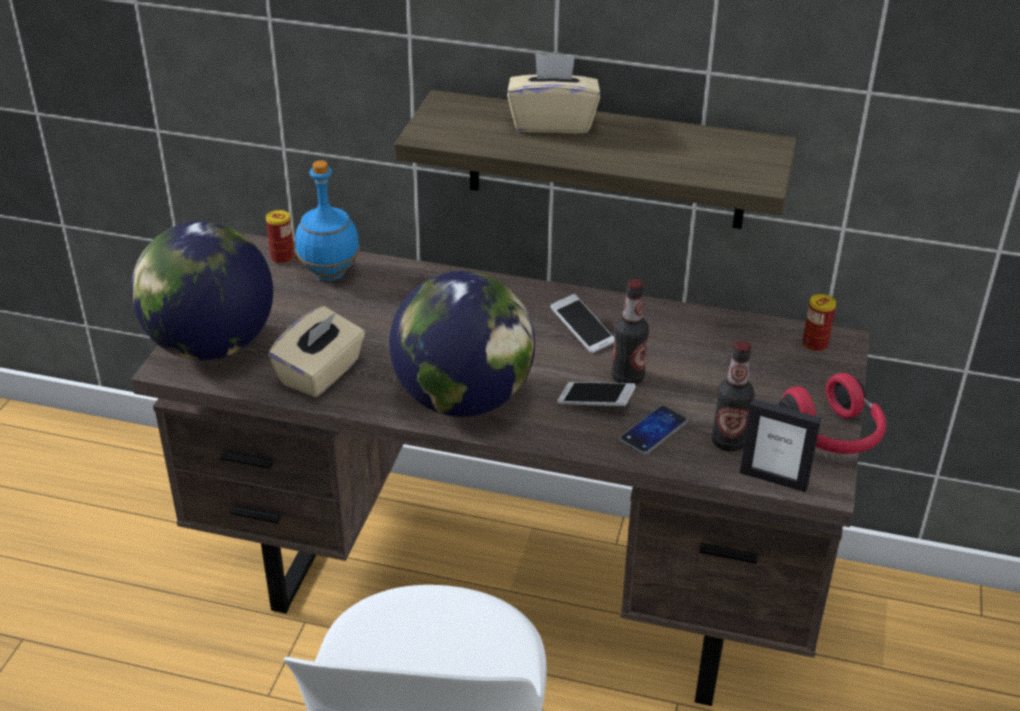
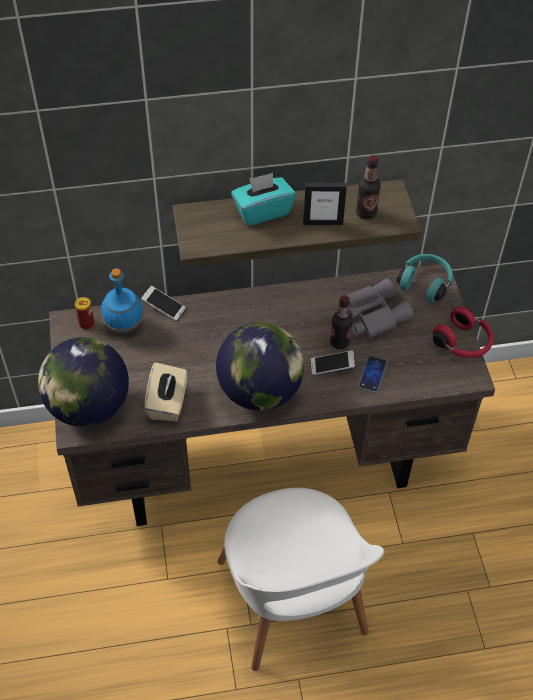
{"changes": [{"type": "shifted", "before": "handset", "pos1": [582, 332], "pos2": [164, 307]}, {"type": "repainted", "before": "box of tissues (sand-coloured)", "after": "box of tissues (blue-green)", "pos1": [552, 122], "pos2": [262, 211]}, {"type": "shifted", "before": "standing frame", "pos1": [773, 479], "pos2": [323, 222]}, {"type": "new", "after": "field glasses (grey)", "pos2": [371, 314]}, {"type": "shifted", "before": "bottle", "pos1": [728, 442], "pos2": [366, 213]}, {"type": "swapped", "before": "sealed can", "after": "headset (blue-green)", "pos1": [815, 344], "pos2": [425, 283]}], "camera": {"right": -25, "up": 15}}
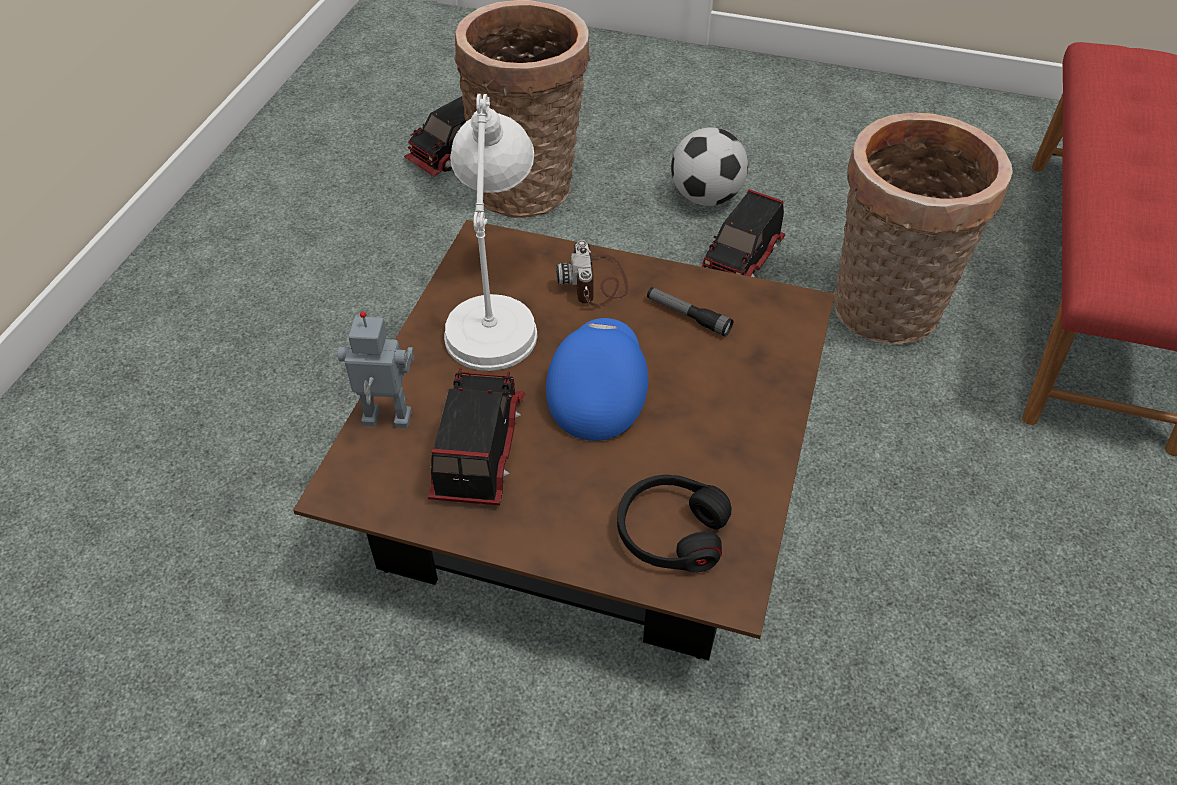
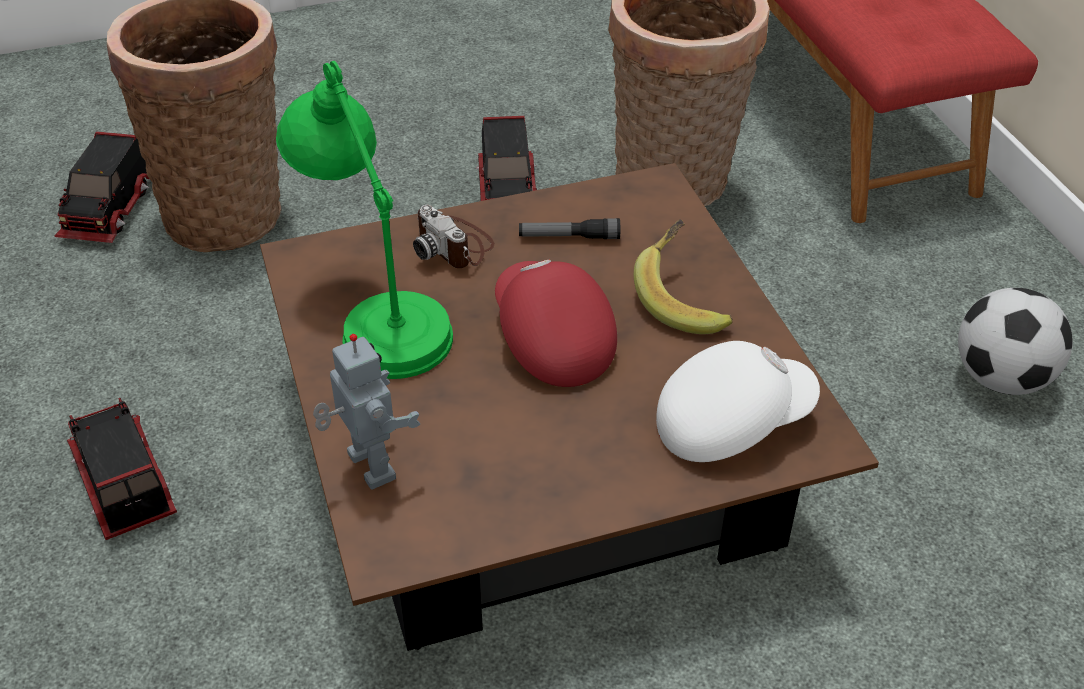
{"changes": [{"type": "shifted", "before": "toy truck", "pos1": [476, 449], "pos2": [121, 482]}, {"type": "repainted", "before": "lamp for a table (whitish)", "after": "lamp for a table (green)", "pos1": [495, 306], "pos2": [374, 310]}, {"type": "rotated", "before": "toy robot", "pos1": [386, 421], "pos2": [368, 468], "turn": 90}, {"type": "repainted", "before": "peaked cap (blue)", "after": "peaked cap (red-coloured)", "pos1": [596, 392], "pos2": [550, 340]}, {"type": "new", "after": "banana fruit", "pos2": [685, 299]}, {"type": "swapped", "before": "headset (black-coloured)", "after": "peaked cap (whitish)", "pos1": [671, 532], "pos2": [730, 422]}, {"type": "shifted", "before": "ball for football", "pos1": [706, 197], "pos2": [1001, 378]}], "camera": {"right": -35, "up": -5}}
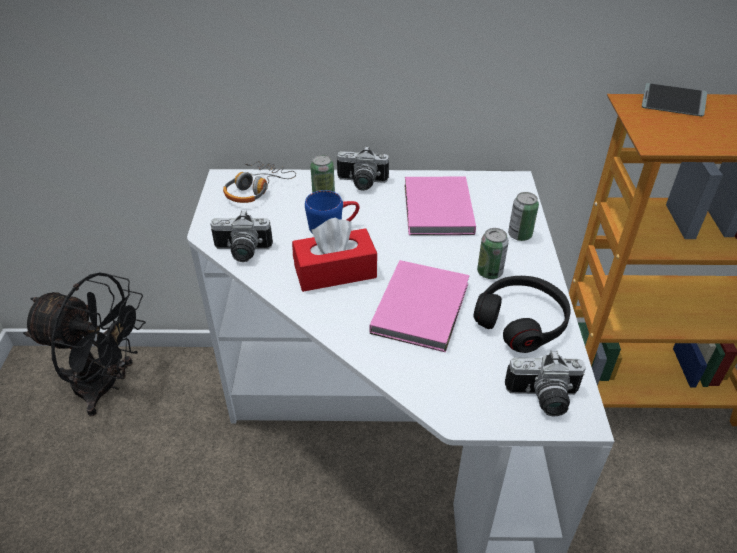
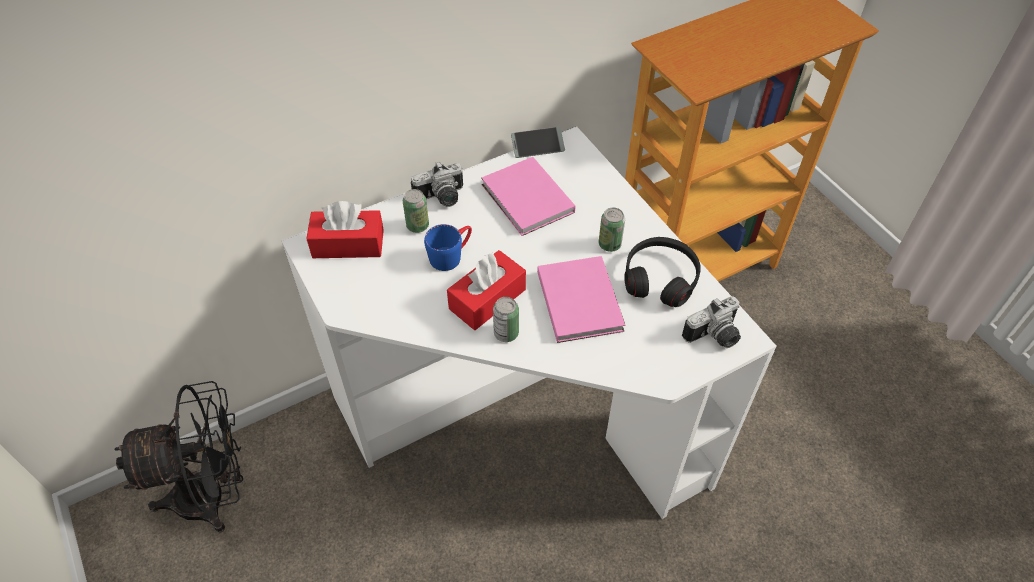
{"changes": [{"type": "swapped", "before": "headset", "after": "box of tissues (red-coloured)", "pos1": [256, 189], "pos2": [348, 244]}, {"type": "shifted", "before": "sealed can", "pos1": [519, 235], "pos2": [506, 333]}, {"type": "shifted", "before": "handset", "pos1": [672, 106], "pos2": [537, 146]}, {"type": "gone", "before": "photo camera", "pos1": [242, 252]}], "camera": {"right": -30, "up": 10}}
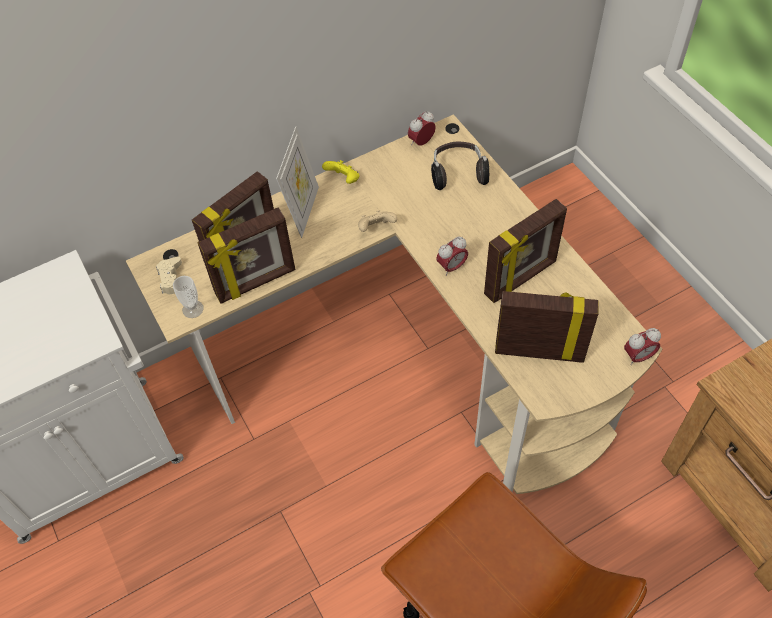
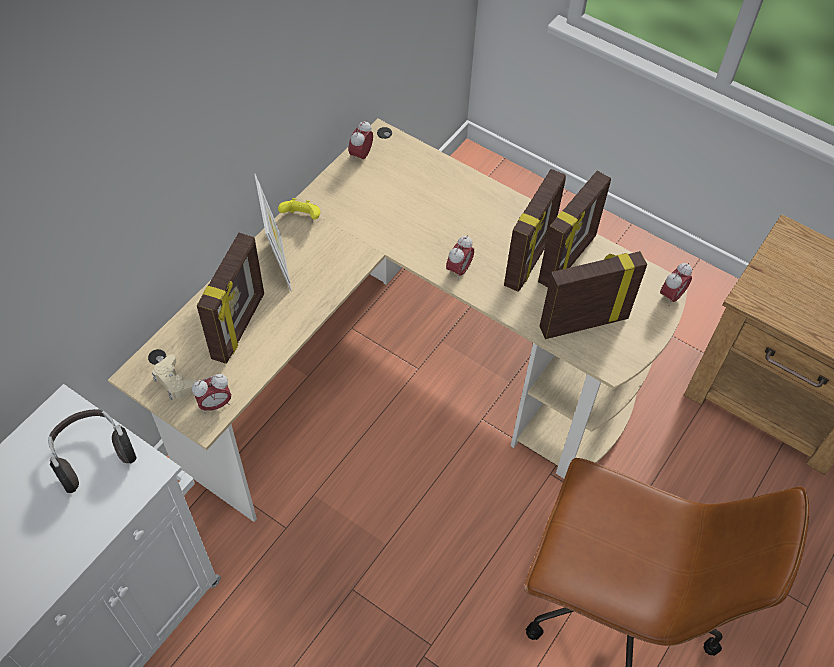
{"changes": [{"type": "shifted", "before": "headset", "pos1": [458, 173], "pos2": [92, 454]}, {"type": "swapped", "before": "small cup", "after": "bedside clock", "pos1": [193, 309], "pos2": [215, 404]}, {"type": "shifted", "before": "standing frame", "pos1": [256, 283], "pos2": [568, 260]}, {"type": "gone", "before": "joypad (sand-coloured)", "pos1": [376, 228]}], "camera": {"right": -30, "up": 0}}
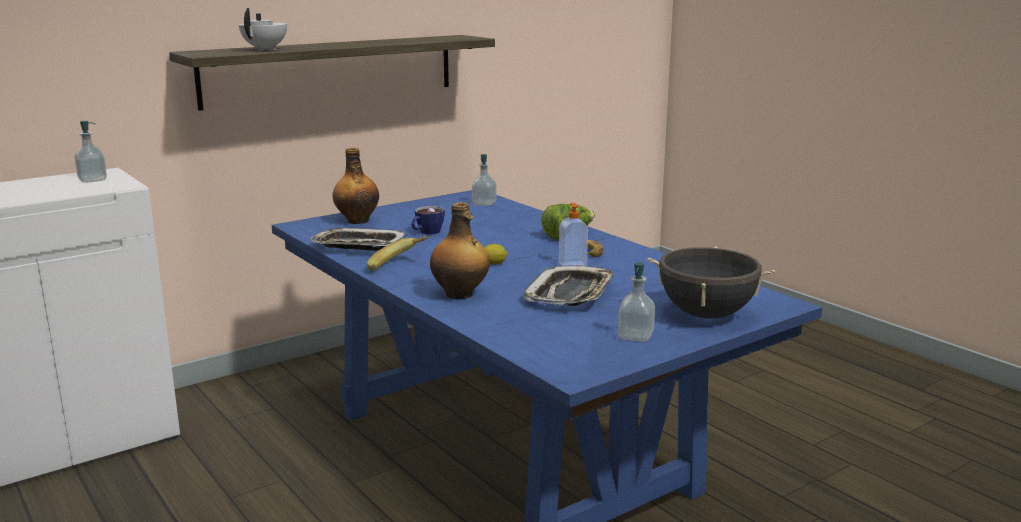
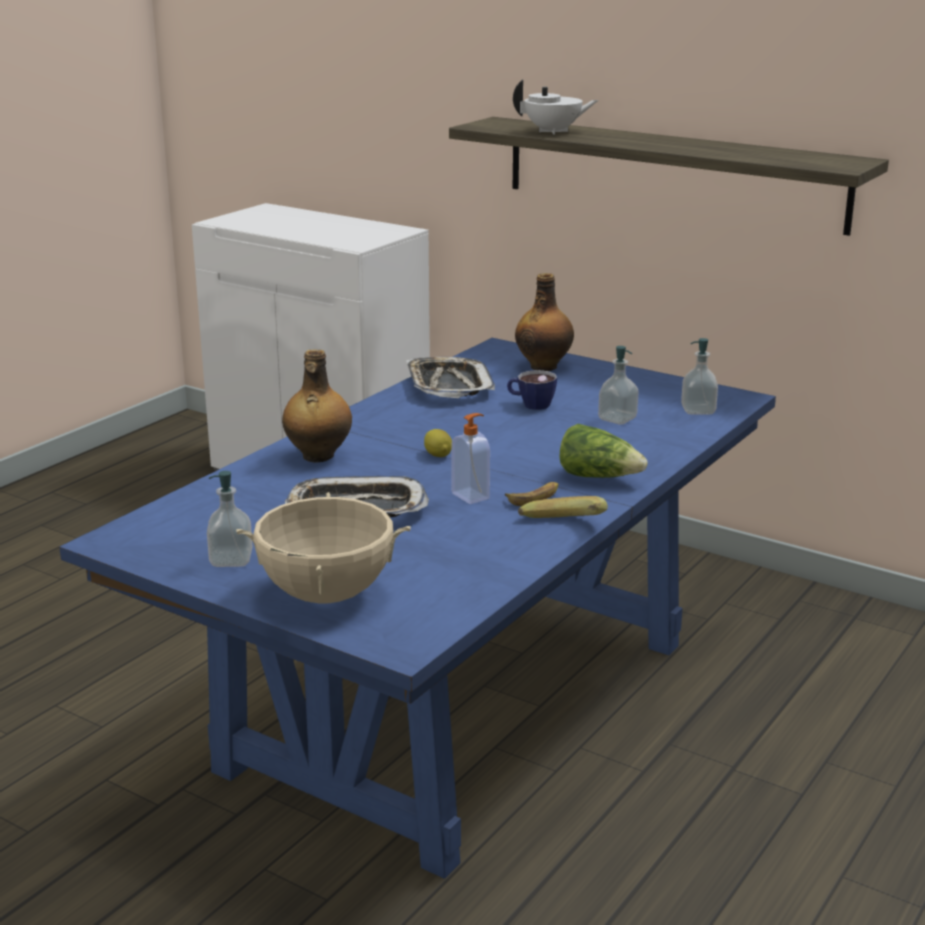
{"changes": [{"type": "repainted", "before": "cooking pot (black-coloured)", "after": "cooking pot (sand-coloured)", "pos1": [706, 315], "pos2": [326, 595]}, {"type": "shifted", "before": "banana fruit", "pos1": [399, 267], "pos2": [564, 529]}, {"type": "shifted", "before": "soap bottle", "pos1": [92, 180], "pos2": [617, 419]}], "camera": {"right": 70, "up": 5}}
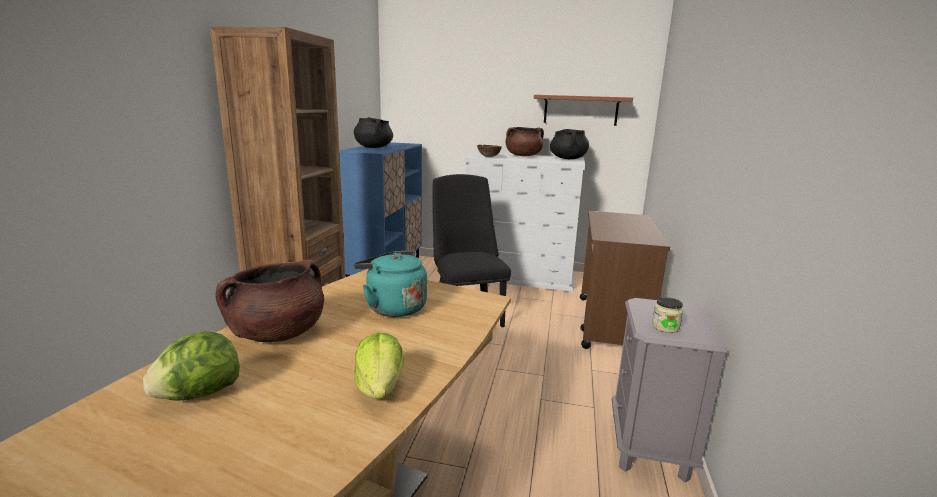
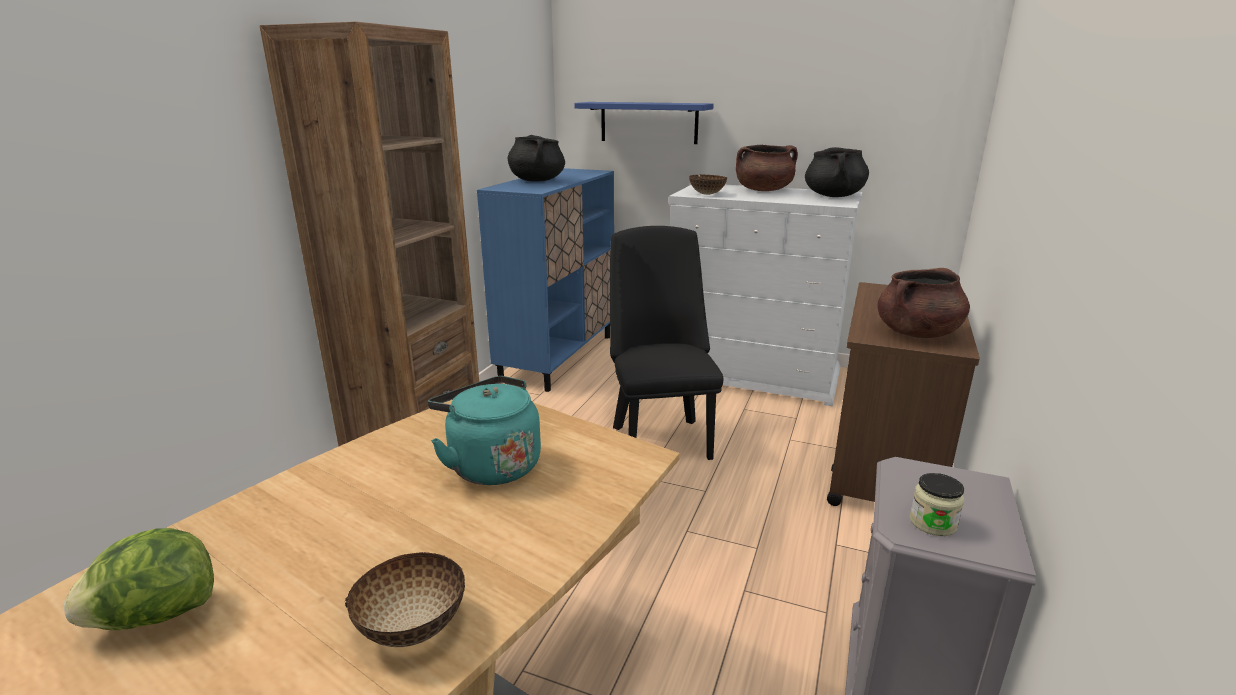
{"changes": [{"type": "swapped", "before": "lettuce", "after": "deep dish", "pos1": [380, 387], "pos2": [414, 627]}, {"type": "new", "after": "bracket shelf (blue)", "pos2": [648, 122]}, {"type": "shifted", "before": "cooking pot (brownish)", "pos1": [277, 334], "pos2": [917, 333]}, {"type": "gone", "before": "bracket shelf (brownish)", "pos1": [580, 110]}], "camera": {"right": 10, "up": 5}}
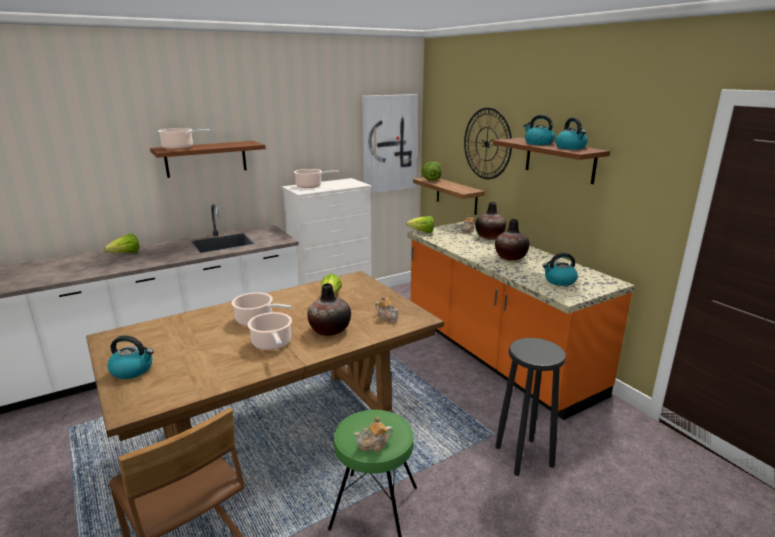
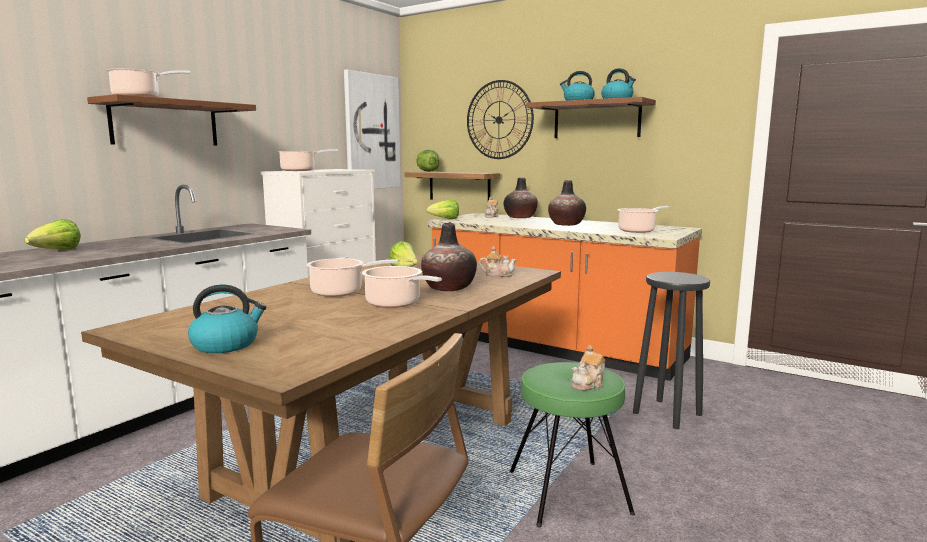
{"changes": [{"type": "swapped", "before": "tea kettle", "after": "cooking pot", "pos1": [559, 281], "pos2": [638, 230]}], "camera": {"right": -25, "up": -10}}
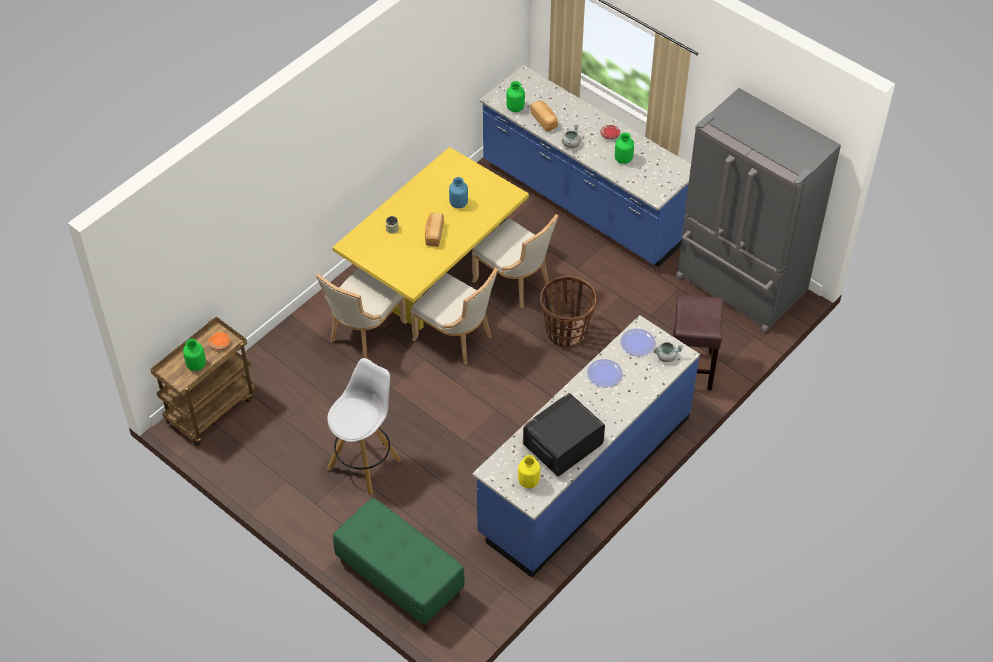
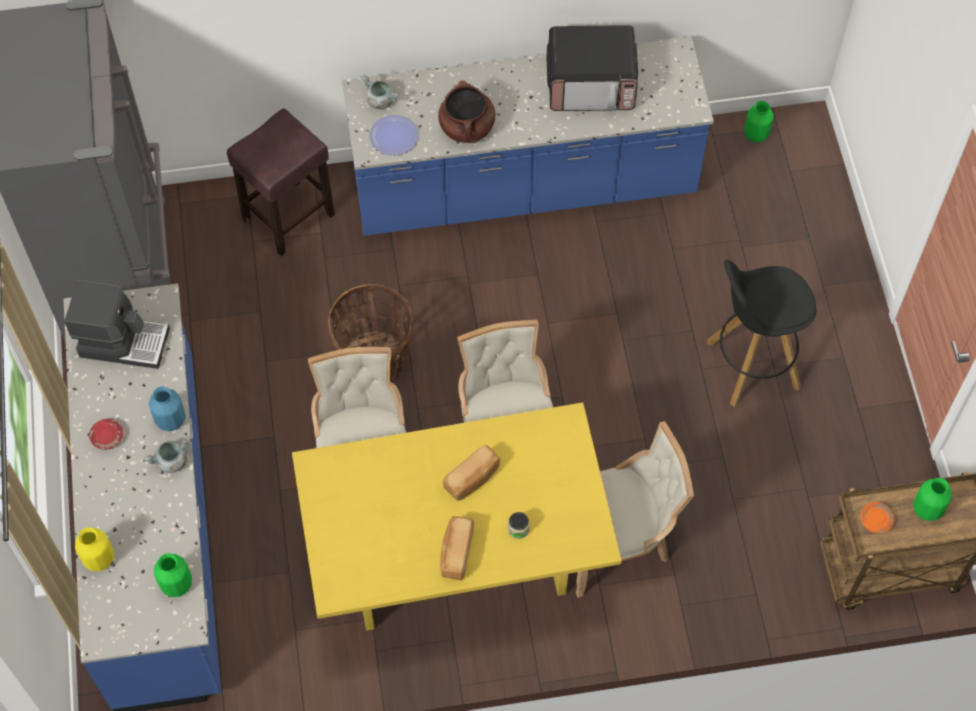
{"changes": [{"type": "new", "after": "coffee maker", "pos2": [124, 341]}, {"type": "shifted", "before": "vase (yellow-coloured)", "pos1": [528, 481], "pos2": [98, 559]}, {"type": "shifted", "before": "vase (blue)", "pos1": [459, 203], "pos2": [170, 420]}, {"type": "swapped", "before": "plate", "after": "cooking pot (brownish)", "pos1": [604, 374], "pos2": [467, 127]}, {"type": "shifted", "before": "bakery bread", "pos1": [544, 121], "pos2": [455, 552]}, {"type": "repainted", "before": "stool seat (whitish)", "after": "stool seat (black-coloured)", "pos1": [365, 463], "pos2": [750, 365]}, {"type": "shifted", "before": "vase (green)", "pos1": [623, 159], "pos2": [756, 134]}, {"type": "gone", "before": "bench (green)", "pos1": [399, 579]}], "camera": {"right": -140, "up": 10}}
